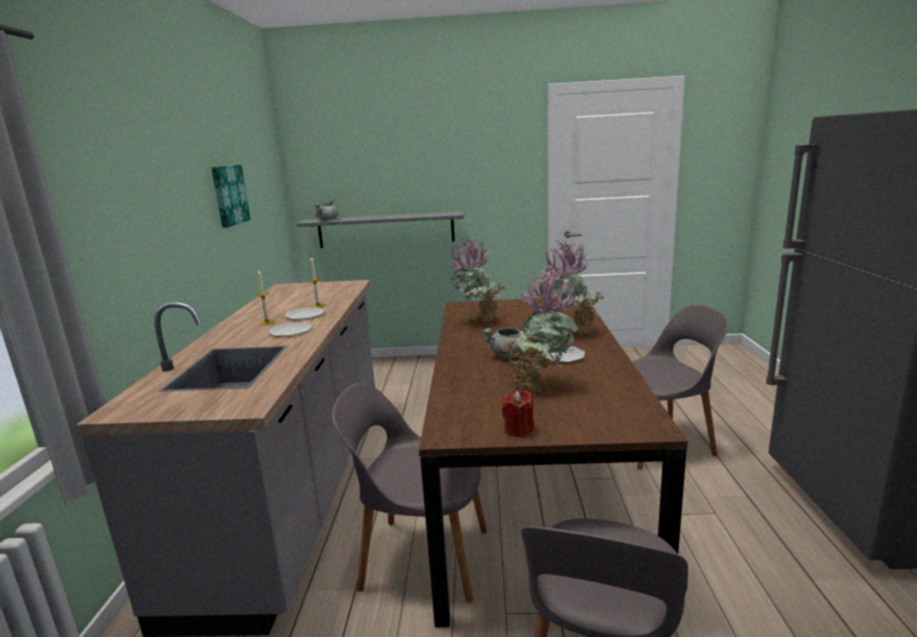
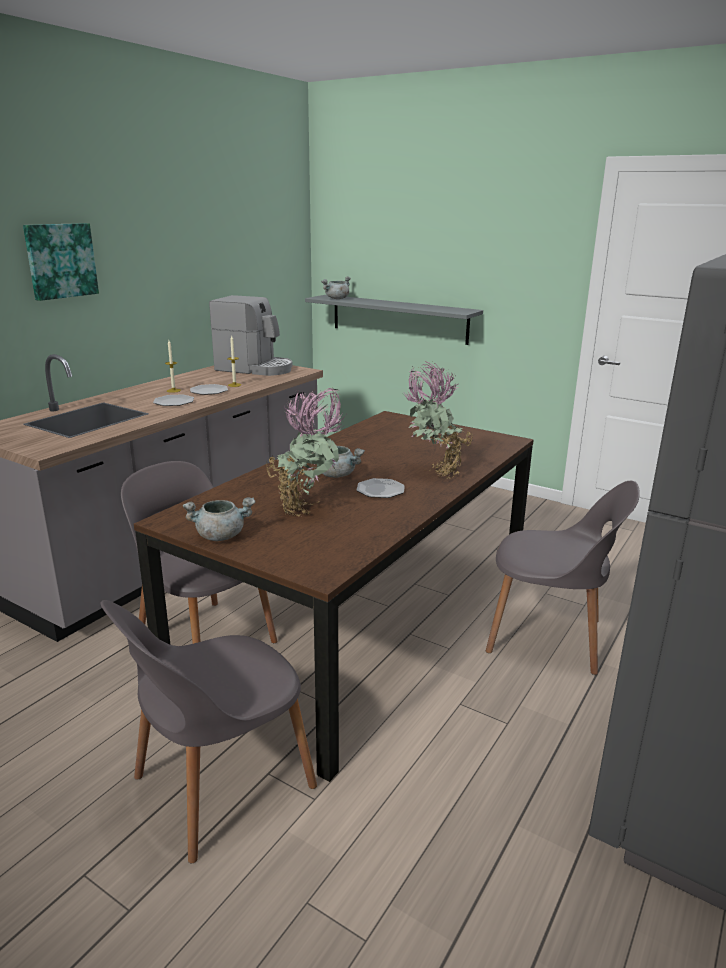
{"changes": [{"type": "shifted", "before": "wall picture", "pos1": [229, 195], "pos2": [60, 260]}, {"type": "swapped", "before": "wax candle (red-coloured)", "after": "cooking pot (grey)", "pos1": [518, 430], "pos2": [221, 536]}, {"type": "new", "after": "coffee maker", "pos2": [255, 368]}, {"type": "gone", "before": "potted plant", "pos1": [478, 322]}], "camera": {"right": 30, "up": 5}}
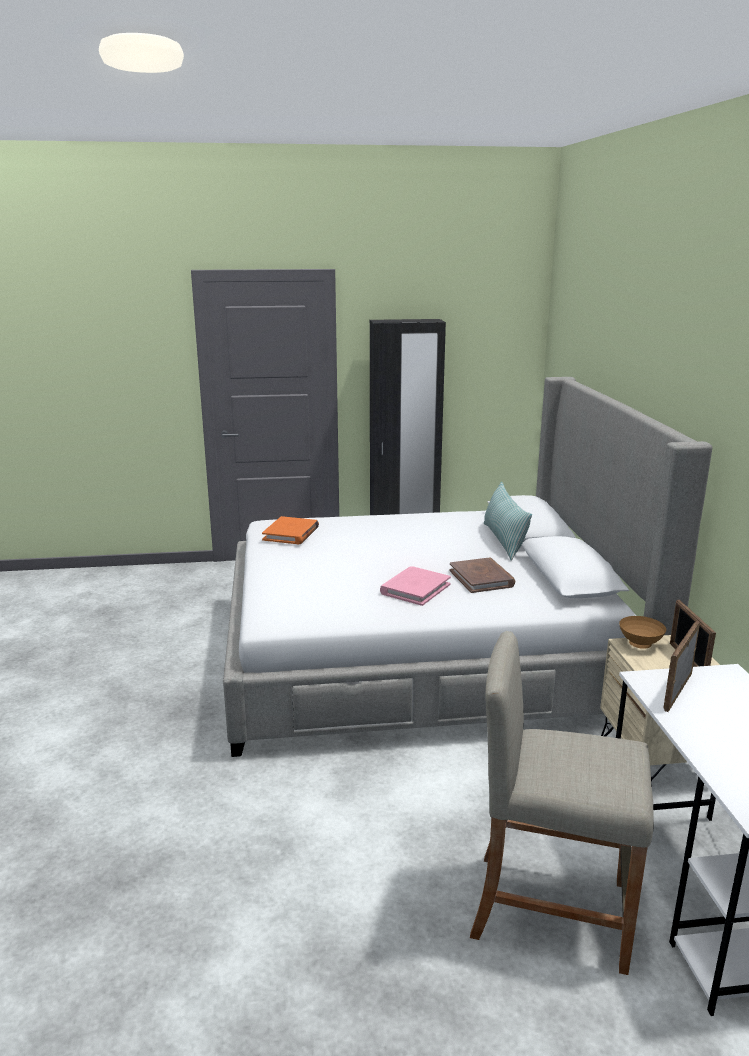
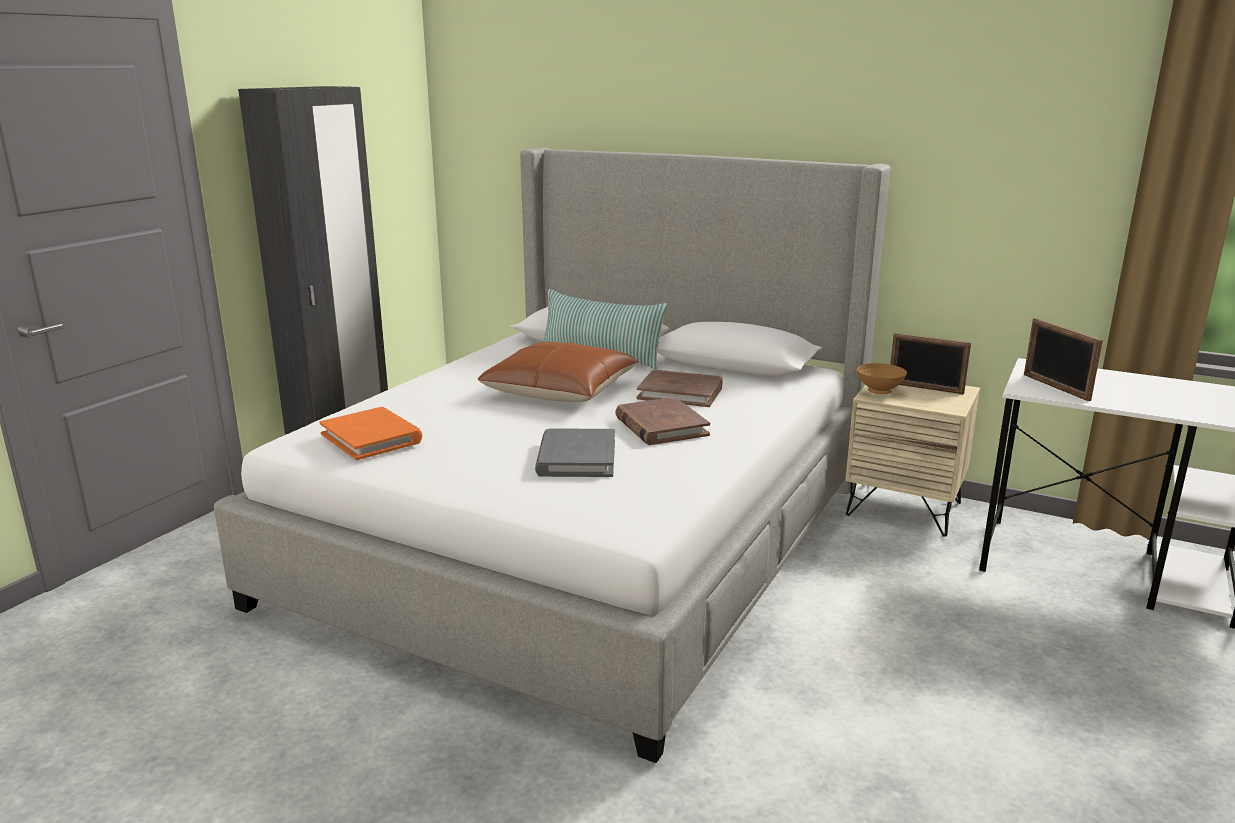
{"changes": [{"type": "new", "after": "cushion (brownish)", "pos2": [560, 390]}, {"type": "new", "after": "volume (grey)", "pos2": [576, 458]}, {"type": "repainted", "before": "volume (pinkish)", "after": "volume (brownish)", "pos1": [415, 589], "pos2": [661, 426]}, {"type": "gone", "before": "stool seat (sand-coloured)", "pos1": [550, 909]}], "camera": {"right": -55, "up": 0}}
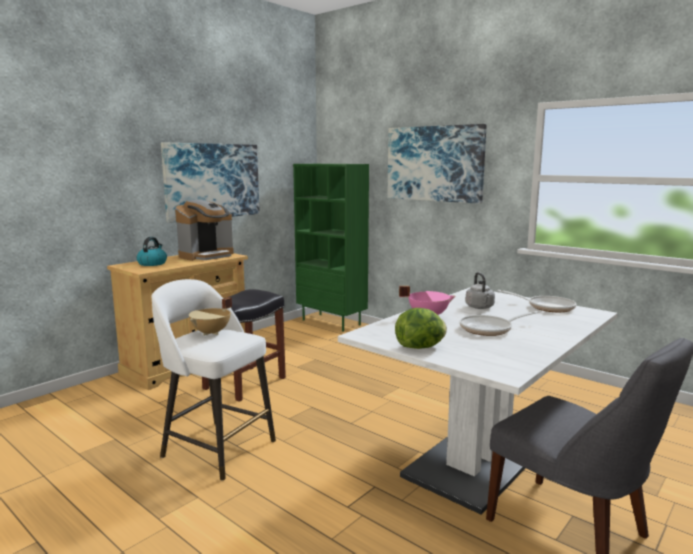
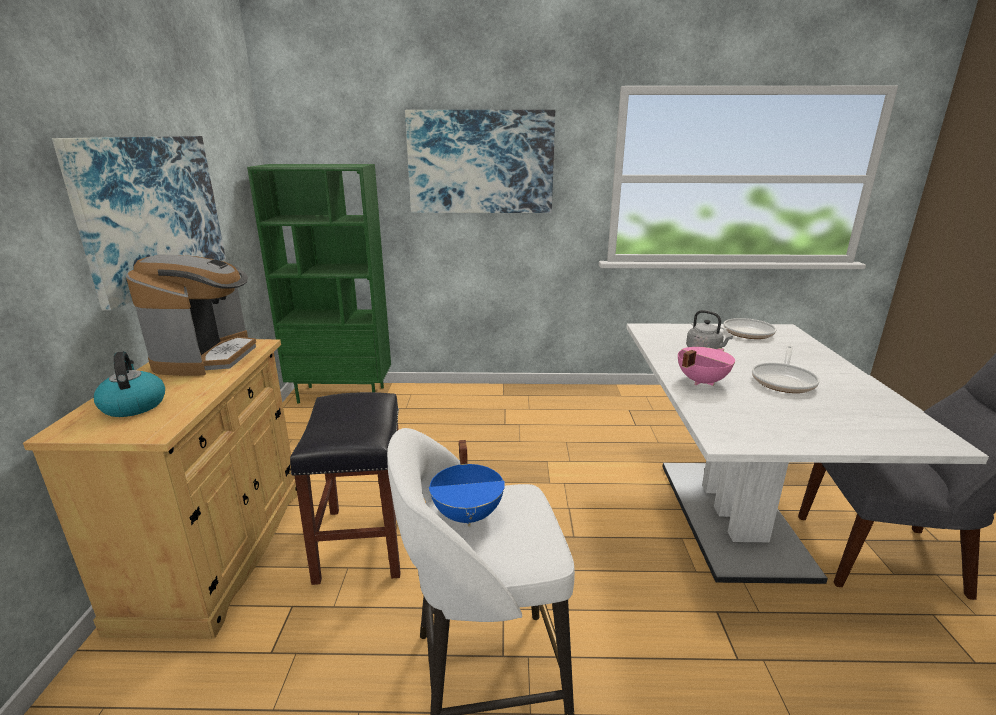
{"changes": [{"type": "repainted", "before": "cooking pot (sand-coloured)", "after": "cooking pot (blue)", "pos1": [211, 333], "pos2": [469, 514]}, {"type": "gone", "before": "lettuce", "pos1": [420, 347]}], "camera": {"right": -40, "up": 10}}
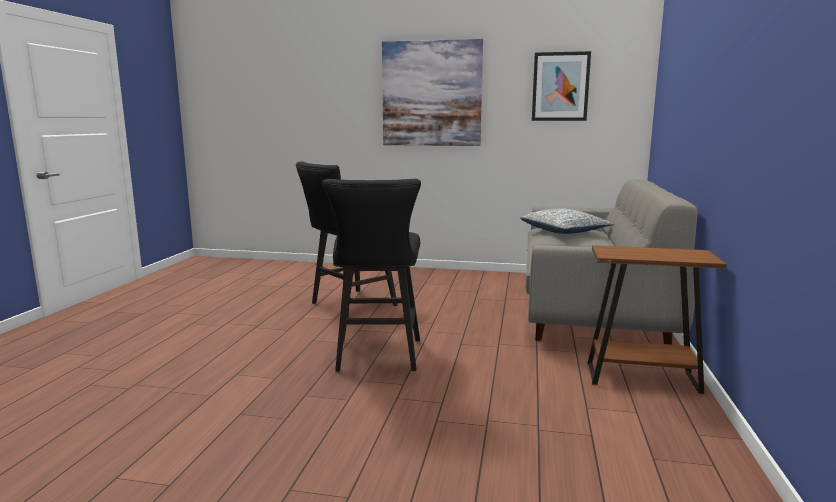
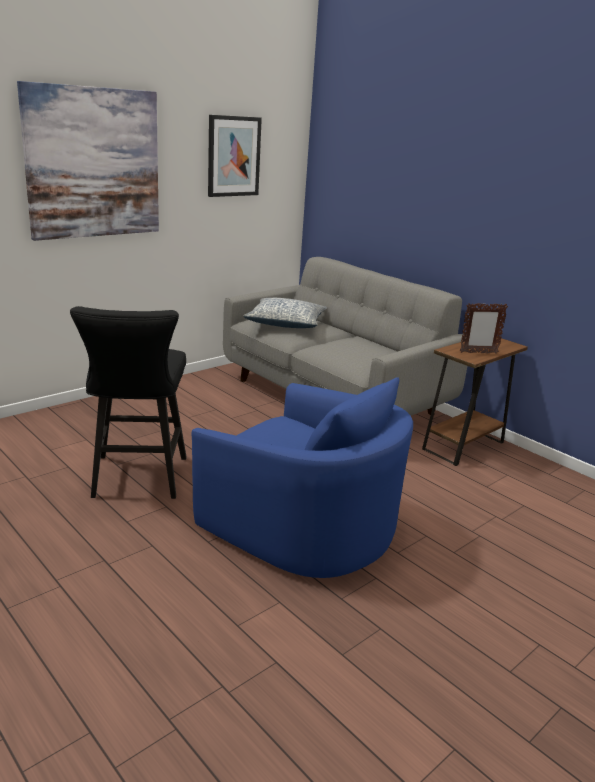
{"changes": [{"type": "swapped", "before": "stool seat (black-coloured)", "after": "lounge chair (blue)", "pos1": [377, 358], "pos2": [303, 525]}, {"type": "new", "after": "standing frame", "pos2": [478, 353]}], "camera": {"right": -55, "up": 10}}
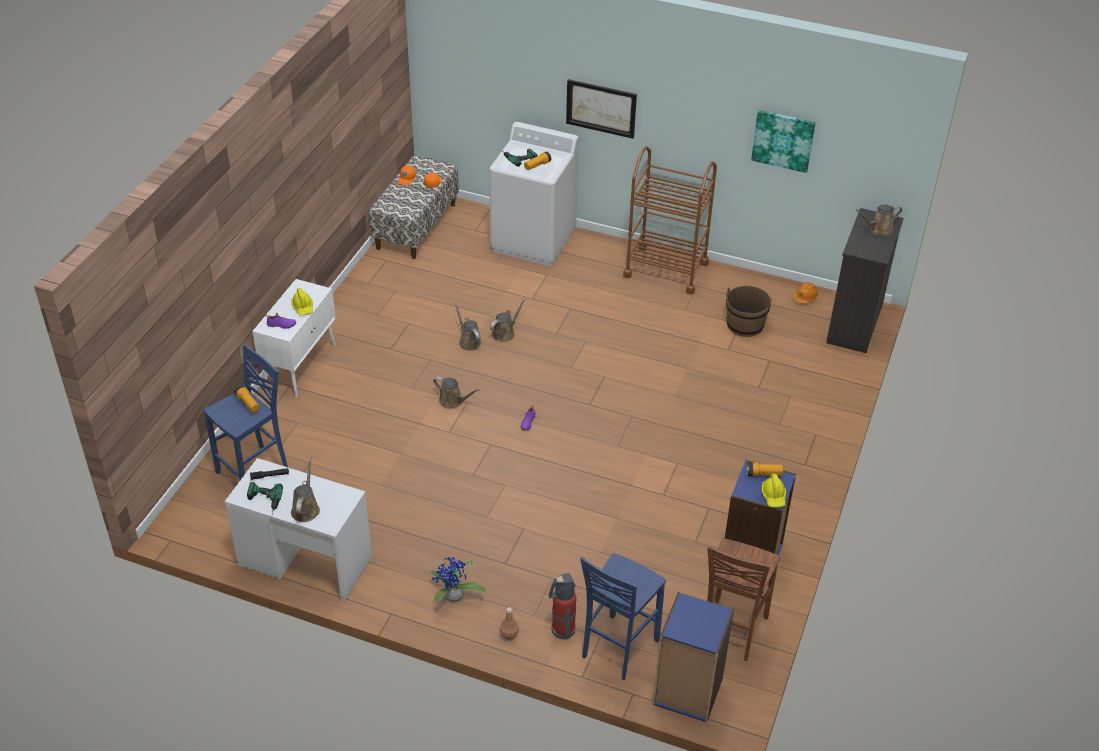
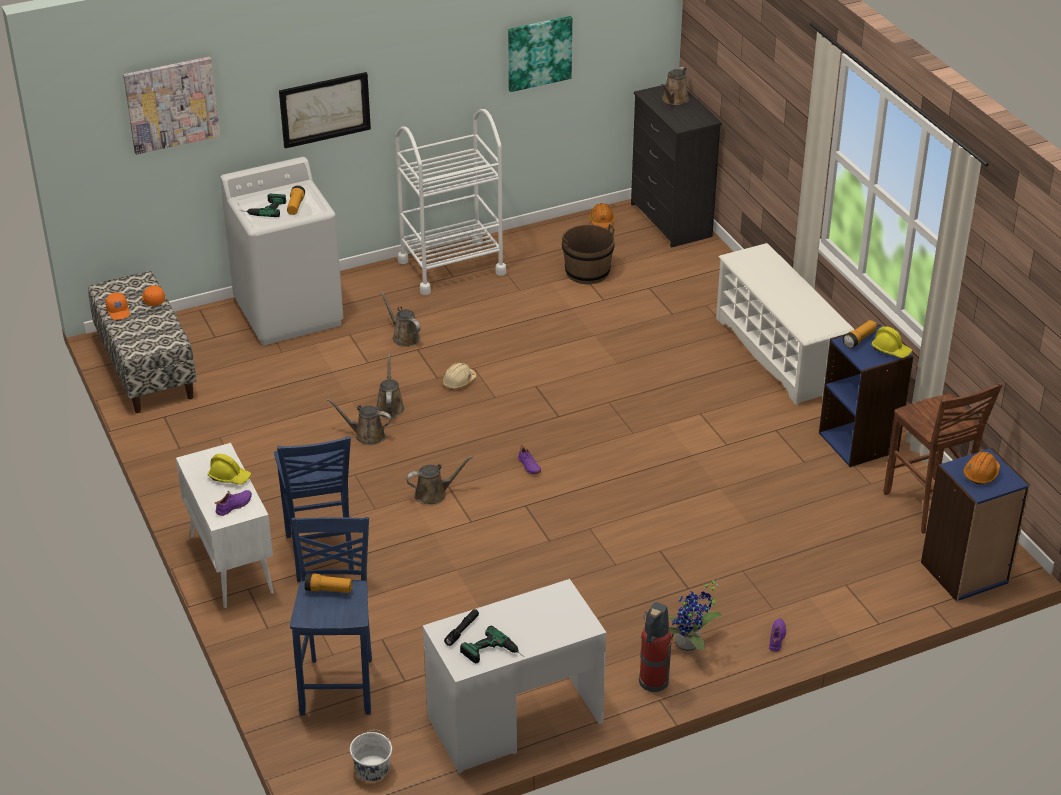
{"changes": [{"type": "new", "after": "wall picture", "pos2": [171, 104]}, {"type": "shifted", "before": "stool seat (blue)", "pos1": [617, 649], "pos2": [321, 556]}, {"type": "new", "after": "bucket (whitish)", "pos2": [372, 769]}, {"type": "shifted", "before": "watering can (brownish)", "pos1": [306, 508], "pos2": [404, 337]}, {"type": "repainted", "before": "trolley (brownish)", "after": "trolley (whitish)", "pos1": [666, 269], "pos2": [451, 267]}, {"type": "new", "after": "hard hat (sand-coloured)", "pos2": [458, 382]}, {"type": "shifted", "before": "extinguisher", "pos1": [562, 630], "pos2": [652, 682]}, {"type": "new", "after": "shoe rack (whitish)", "pos2": [778, 354]}, {"type": "swapped", "before": "bottle (brownish)", "after": "low shoe (purple)", "pos1": [509, 634], "pos2": [777, 638]}, {"type": "new", "after": "hard hat (orangey)", "pos2": [981, 474]}], "camera": {"right": -45, "up": -5}}
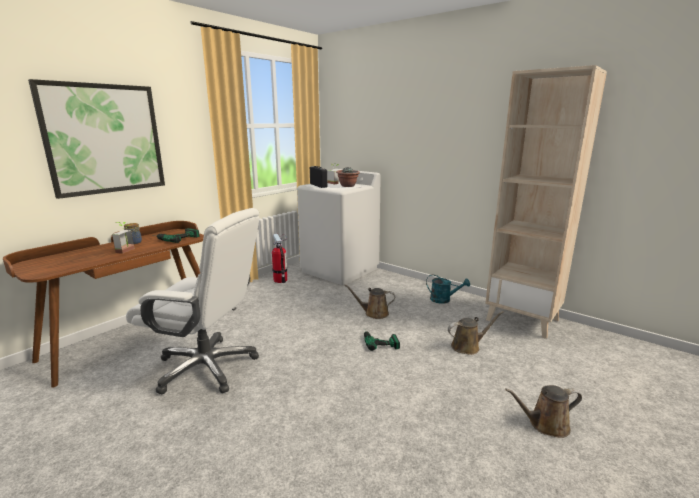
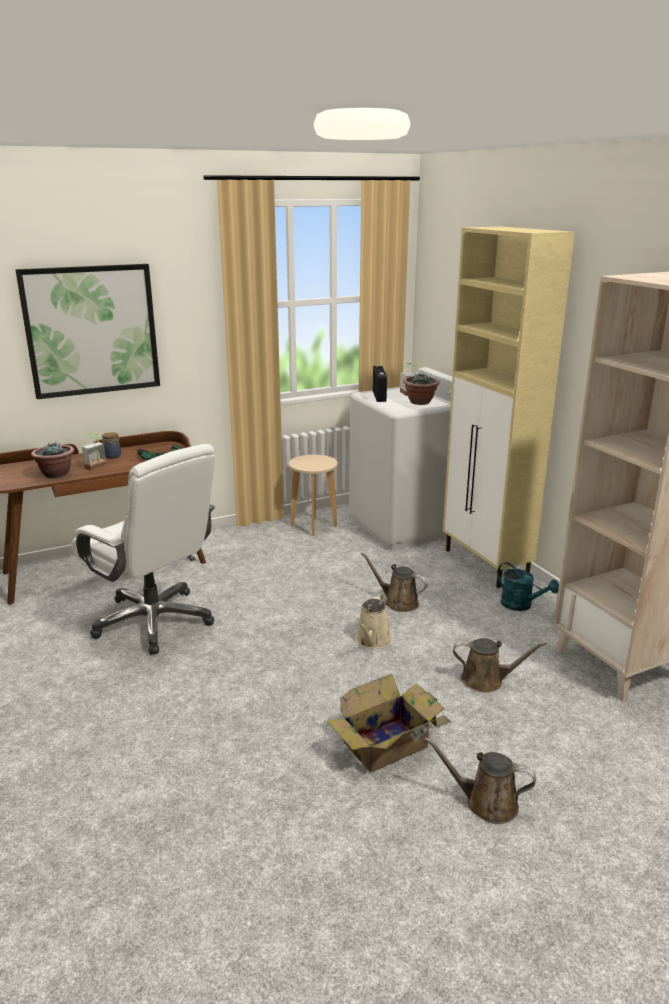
{"changes": [{"type": "new", "after": "potted plant", "pos2": [56, 474]}, {"type": "swapped", "before": "extinguisher", "after": "stool seat (sand-coloured)", "pos1": [280, 280], "pos2": [313, 526]}, {"type": "new", "after": "cardboard box", "pos2": [389, 744]}, {"type": "swapped", "before": "drill", "after": "watering can (sand-coloured)", "pos1": [379, 340], "pos2": [372, 640]}, {"type": "new", "after": "cupboard (sand-coloured)", "pos2": [486, 565]}], "camera": {"right": 25, "up": 5}}
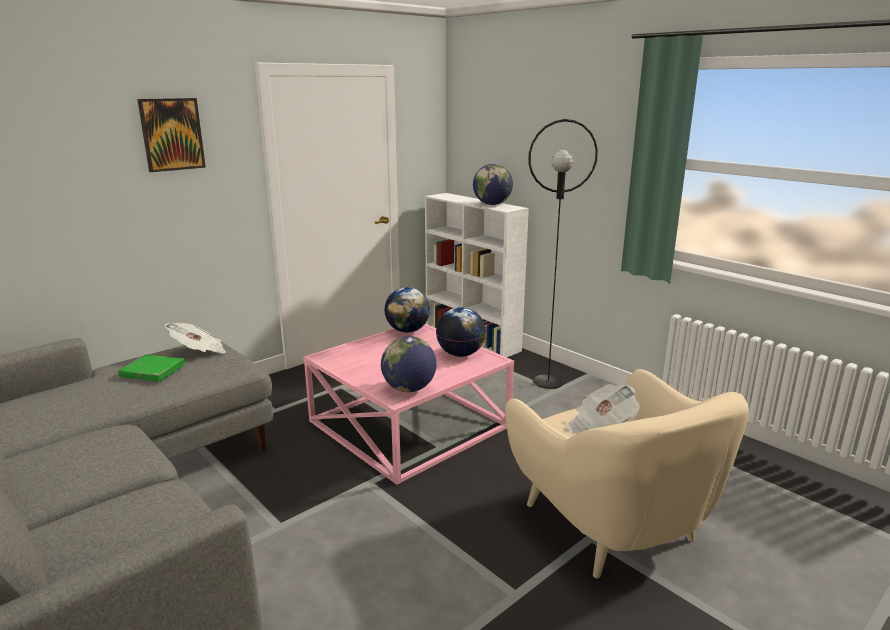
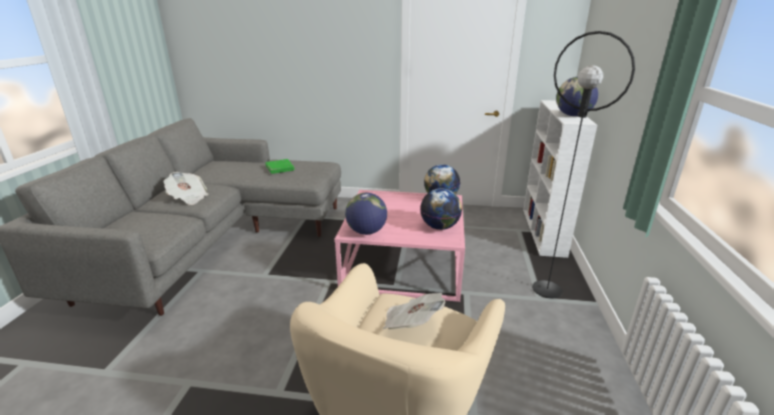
{"changes": [{"type": "shifted", "before": "printed paper", "pos1": [199, 351], "pos2": [188, 197]}, {"type": "gone", "before": "wall picture", "pos1": [172, 134]}], "camera": {"right": 50, "up": 5}}
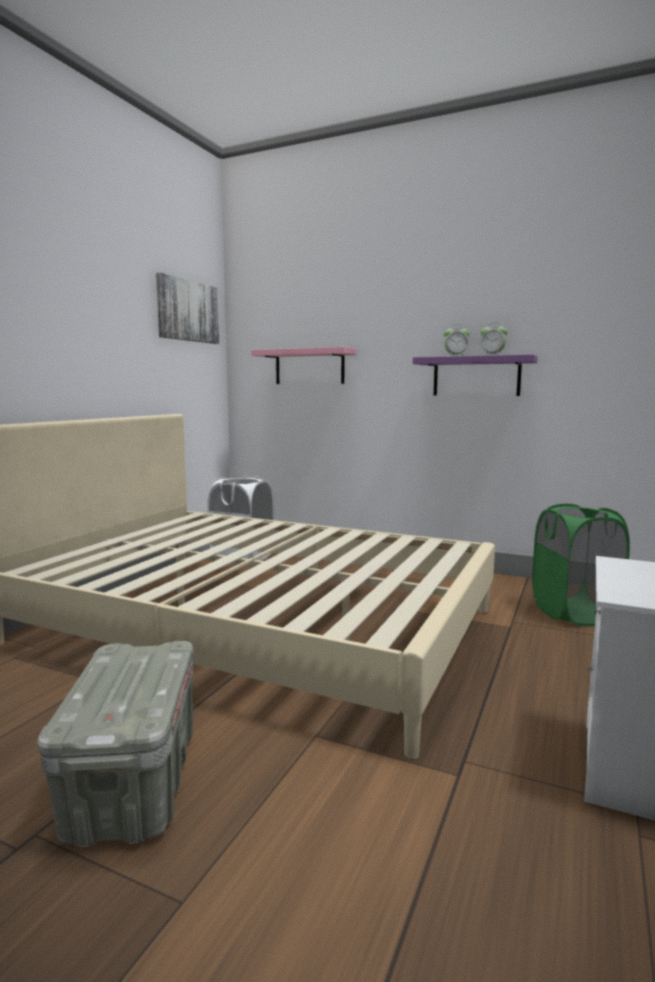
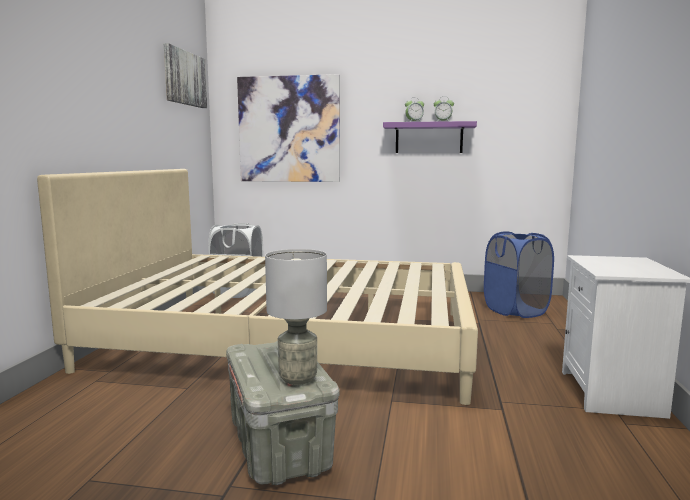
{"changes": [{"type": "swapped", "before": "bracket shelf (pinkish)", "after": "wall picture", "pos1": [309, 367], "pos2": [289, 129]}, {"type": "new", "after": "lamp for a table (grey)", "pos2": [297, 378]}, {"type": "repainted", "before": "hamper (green)", "after": "hamper (blue)", "pos1": [574, 613], "pos2": [515, 310]}], "camera": {"right": -15, "up": 0}}
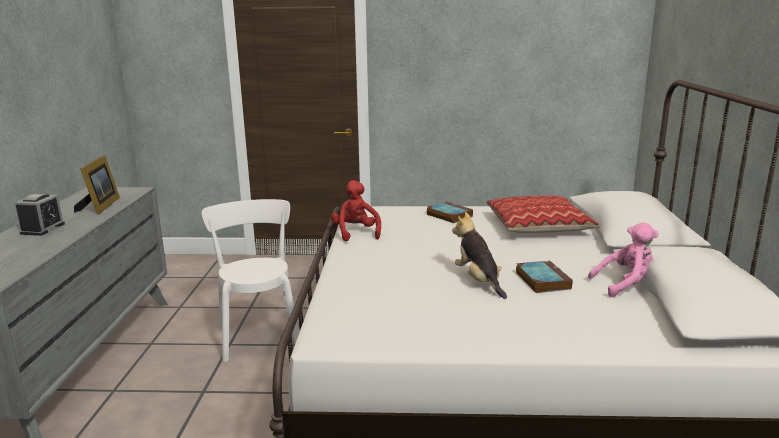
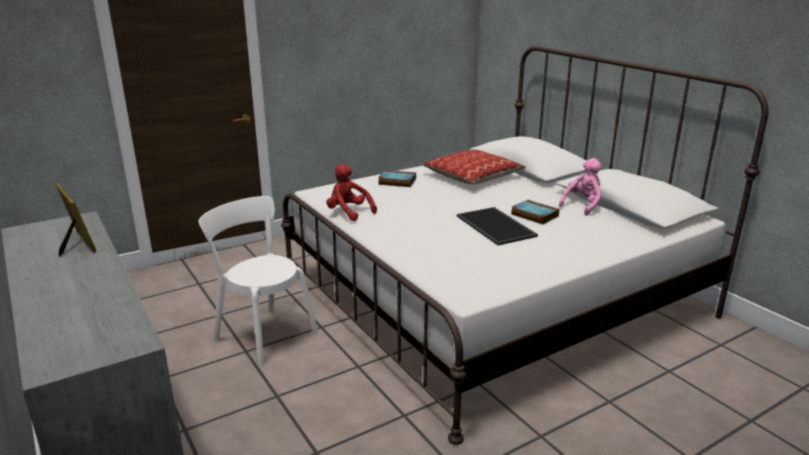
{"changes": [{"type": "swapped", "before": "plush toy", "after": "serving tray", "pos1": [478, 281], "pos2": [497, 226]}, {"type": "gone", "before": "bedside clock", "pos1": [42, 229]}], "camera": {"right": -35, "up": 5}}
